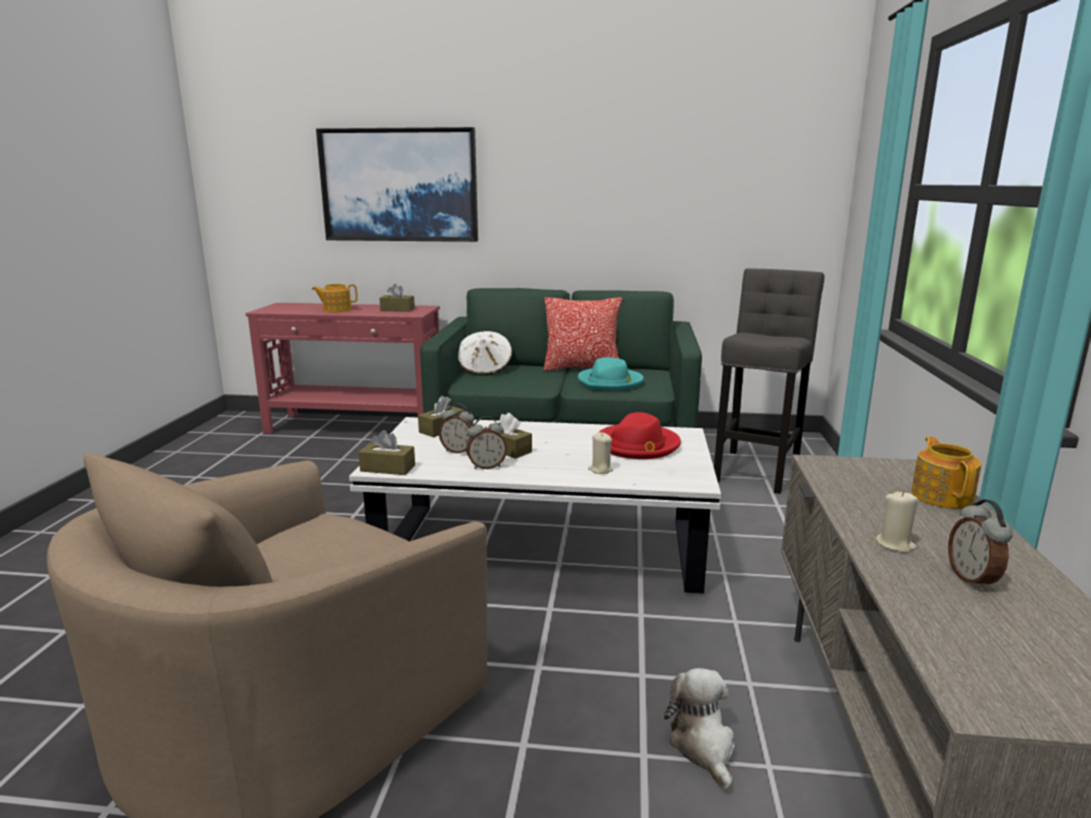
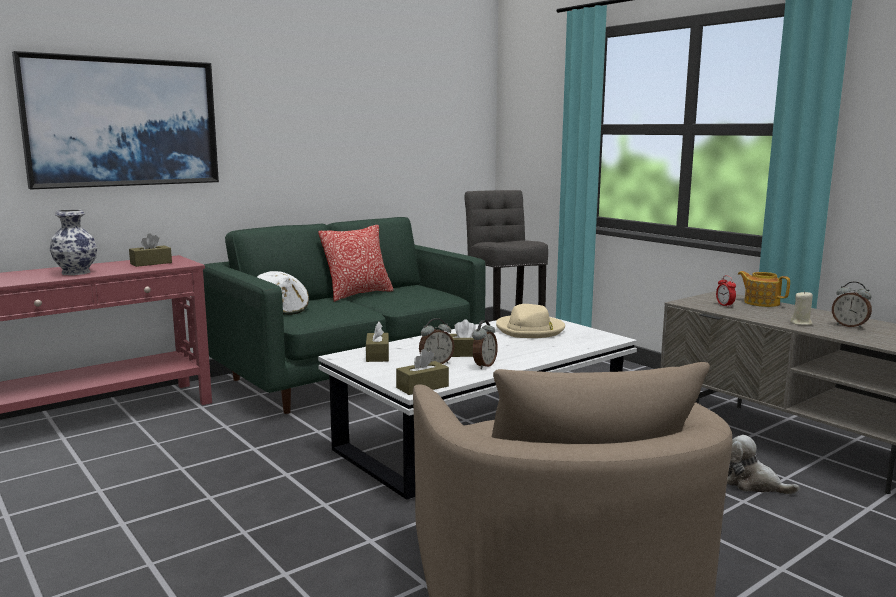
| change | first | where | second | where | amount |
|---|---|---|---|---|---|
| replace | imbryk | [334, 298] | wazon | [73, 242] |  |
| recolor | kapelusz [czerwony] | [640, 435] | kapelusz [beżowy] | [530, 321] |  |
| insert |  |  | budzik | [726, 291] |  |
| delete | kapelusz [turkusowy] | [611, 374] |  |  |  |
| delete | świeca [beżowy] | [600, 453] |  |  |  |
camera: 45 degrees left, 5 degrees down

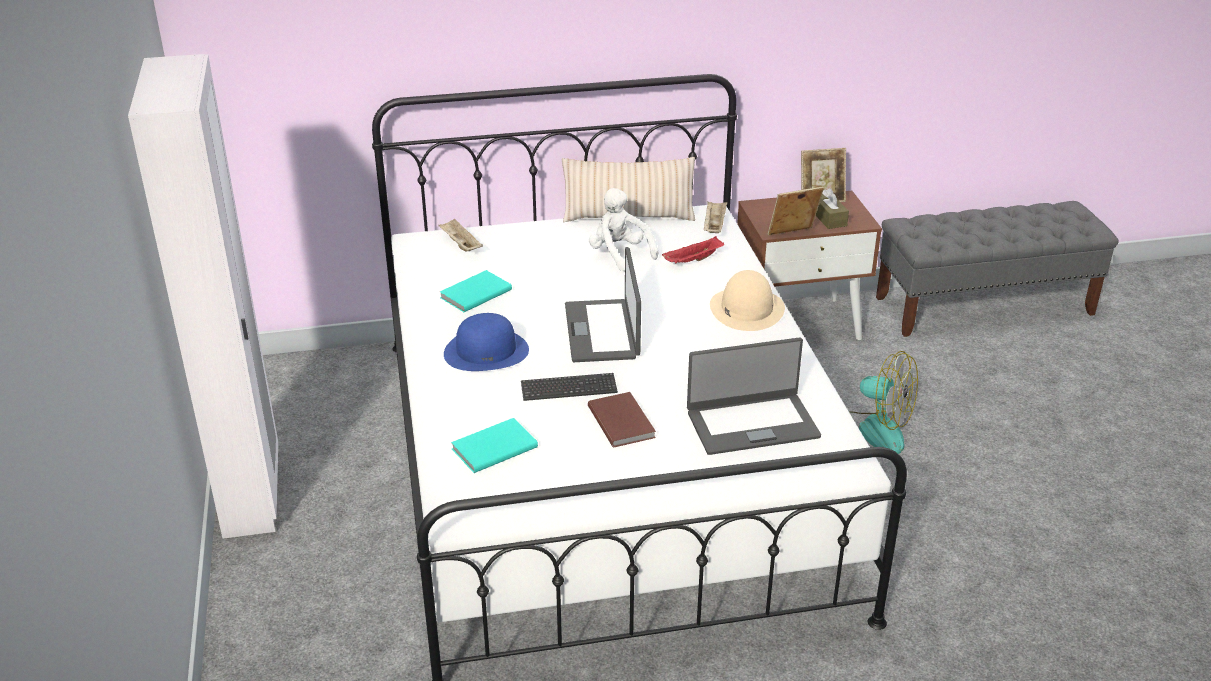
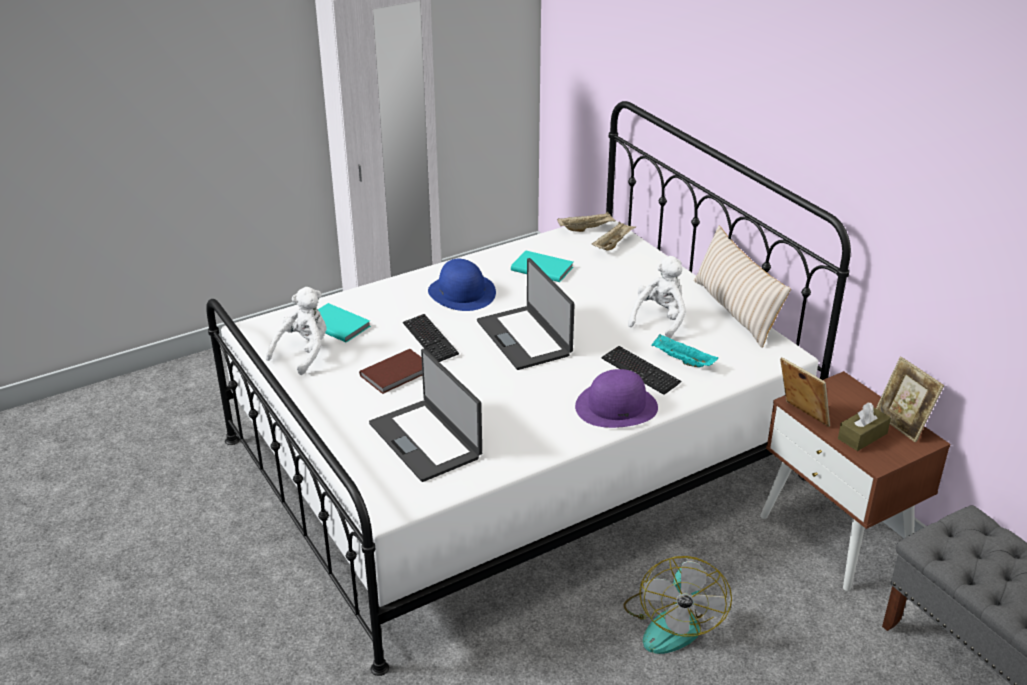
| change | first | where | second | where | amount |
|---|---|---|---|---|---|
| insert |  |  | pluszak [biały] | [296, 331] |  |
| rotate | laptop | [603, 304] |  | [526, 314] | 90 degrees counterclockwise |
| move | taca [beżowy] | [715, 217] |  | [586, 222] |  |
| recolor | kapelusz [beżowy] | [747, 300] | kapelusz [fioletowy] | [616, 398] |  |
| insert |  |  | klawiatura | [641, 370] |  |
| recolor | taca [czerwony] | [693, 249] | taca [turkusowy] | [684, 350] |  |
camera: 70 degrees right, 0 degrees up

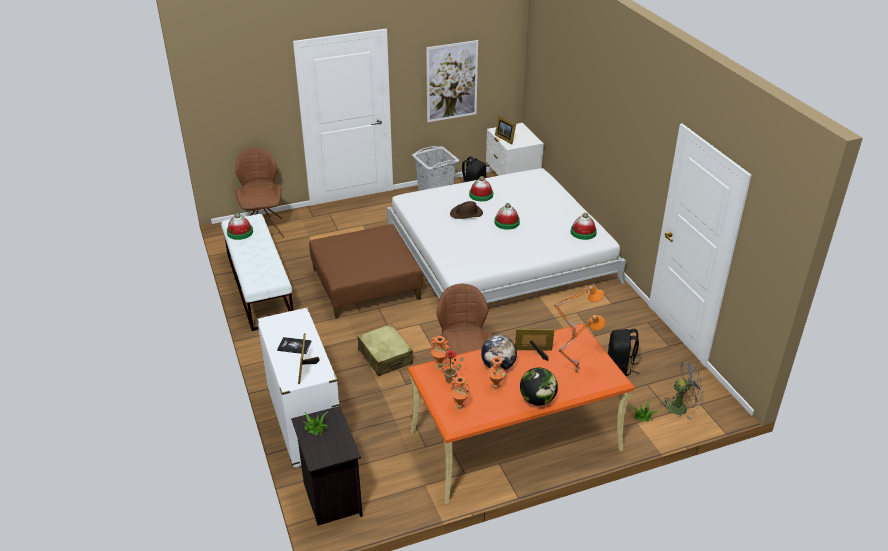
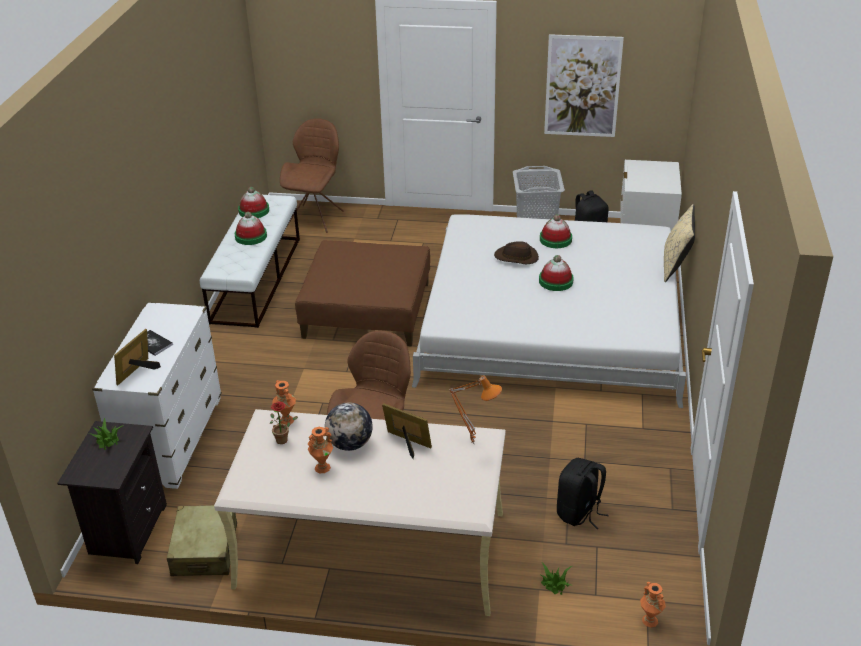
| change | first | where | second | where | amount |
|---|---|---|---|---|---|
| move | walizka [beżowy] | [385, 350] |  | [202, 540] |  |
| recolor | biurko [pomarańczowy] | [521, 413] | biurko [beżowy] | [359, 512] |  |
| move | kapelusz | [584, 226] |  | [251, 228] |  |
| move | wazon [pomarańczowy] | [460, 394] |  | [653, 605] |  |
| insert |  |  | poduszka [beżowy] | [679, 243] |  |
| delete | ramka na zdjęcie | [505, 129] |  |  |  |
| delete | globus | [539, 386] |  |  |  |
| delete | lampa stołowa [pomarańczowy] | [581, 344] |  |  |  |
| delete | wentylator [szary] | [682, 390] |  |  |  |
camera: 30 degrees right, 0 degrees up

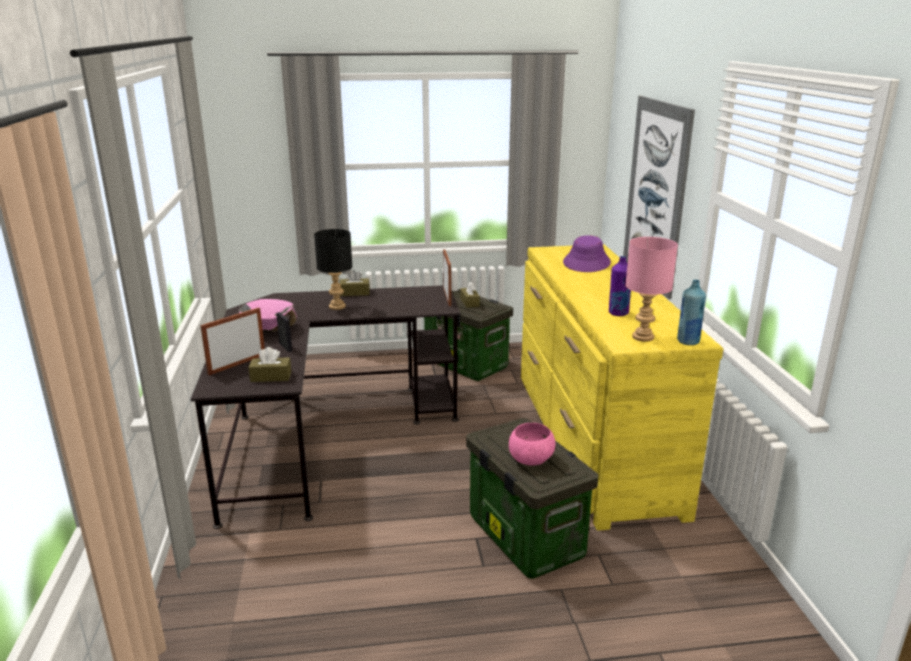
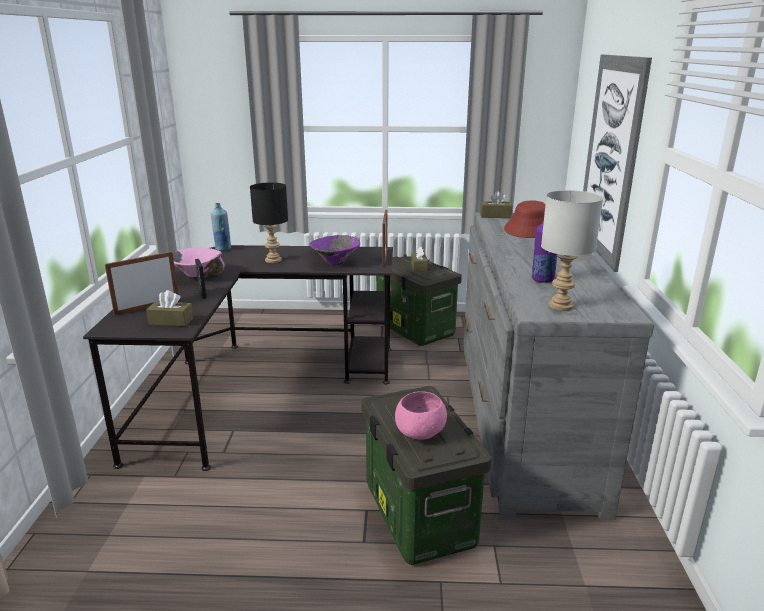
| change | first | where | second | where | amount |
|---|---|---|---|---|---|
| move | butelka [niebieski] | [691, 312] |  | [221, 227] |  |
| insert |  |  | miska [fioletowy] | [334, 250] |  |
| recolor | komoda [żółty] | [622, 387] | komoda [szary] | [558, 366] |  |
| move | pudełko chusteczek [brązowy] | [354, 283] |  | [496, 204] |  |
| recolor | kapelusz [fioletowy] | [587, 253] | kapelusz [czerwony] | [524, 219] |  |
| recolor | lampa stołowa [różowy] | [651, 289] | lampa stołowa [szary] | [572, 250] |  |
camera: 10 degrees right, 0 degrees up

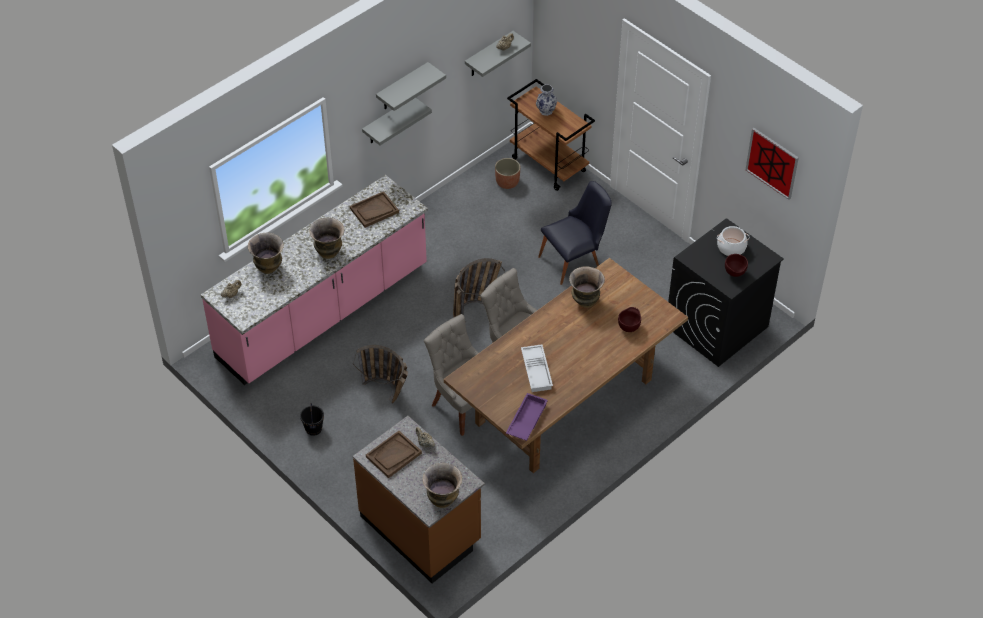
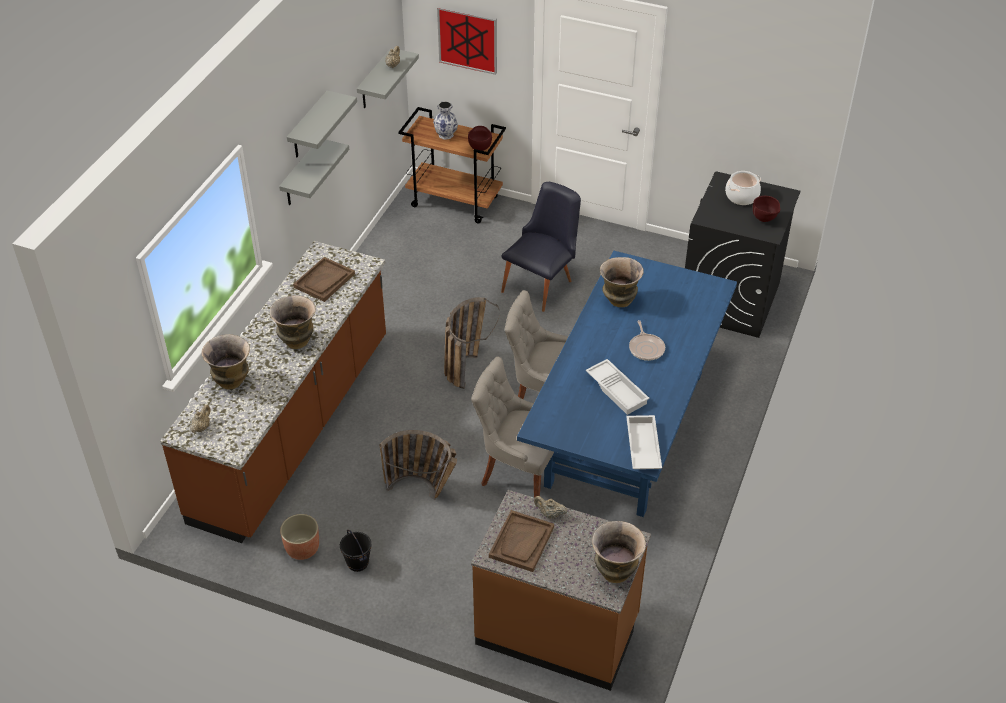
| change | first | where | second | where | amount |
|---|---|---|---|---|---|
| recolor | zabudowa kuchenna [różowy] | [314, 280] | zabudowa kuchenna [brązowy] | [273, 392] |  |
| move | donica | [507, 173] |  | [299, 537] |  |
| move | obraz | [772, 164] |  | [467, 40] |  |
| move | miska [brązowy] | [629, 319] |  | [480, 138] |  |
| recolor | stół jadalny [brązowy] | [566, 365] | stół jadalny [niebieski] | [627, 384] |  |
| recolor | taca [fioletowy] | [527, 417] | taca [biały] | [644, 442] |  |
| insert |  |  | patelnia | [647, 340] |  |
camera: 25 degrees left, 5 degrees down

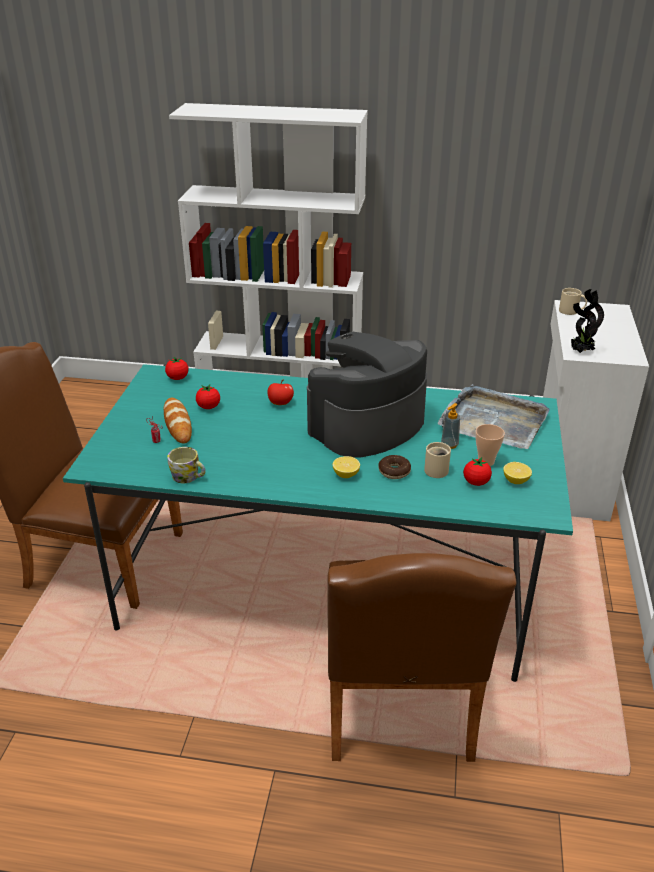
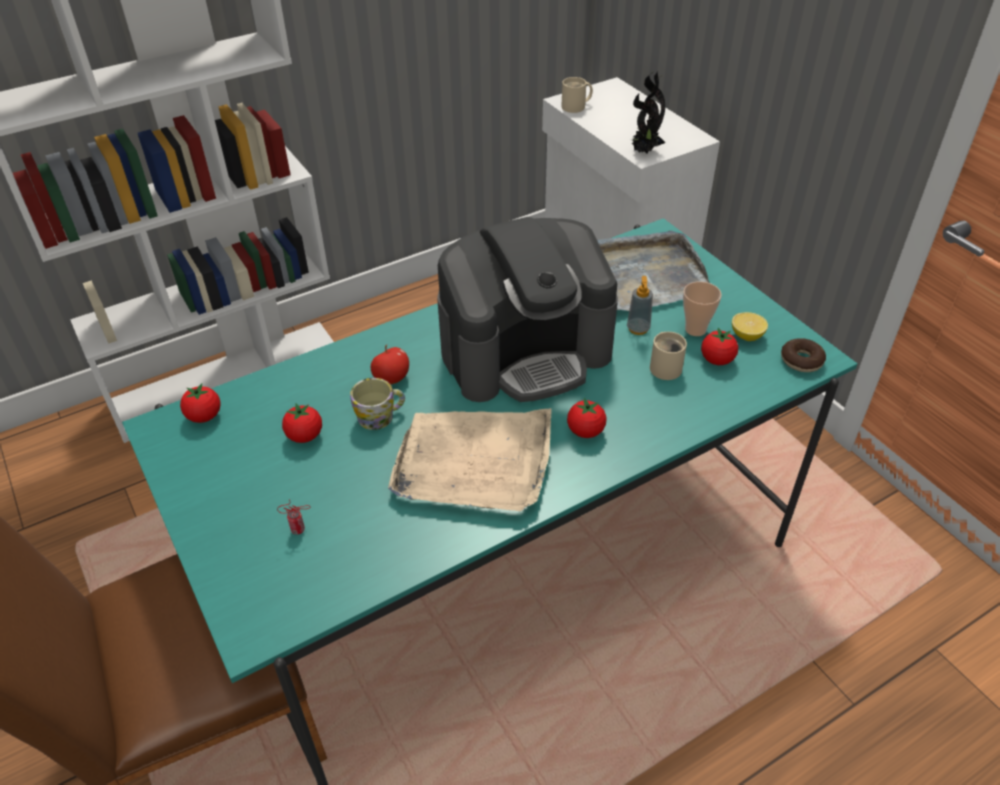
| change | first | where | second | where | amount |
|---|---|---|---|---|---|
| move | kubek | [186, 465] |  | [377, 404] |  |
| insert |  |  | taca [beżowy] | [470, 459] |  |
| rotate | ekspres do kawy | [367, 395] |  | [527, 309] | 120 degrees counterclockwise |
| replace | cytryna | [346, 467] | pomidor | [586, 418] |  |
| move | donut | [394, 467] |  | [803, 355] |  |
| delete | chleb | [178, 421] |  |  |  |
| delete | krzesło [brązowy] | [421, 657] |  |  |  |
camera: 40 degrees left, 10 degrees up

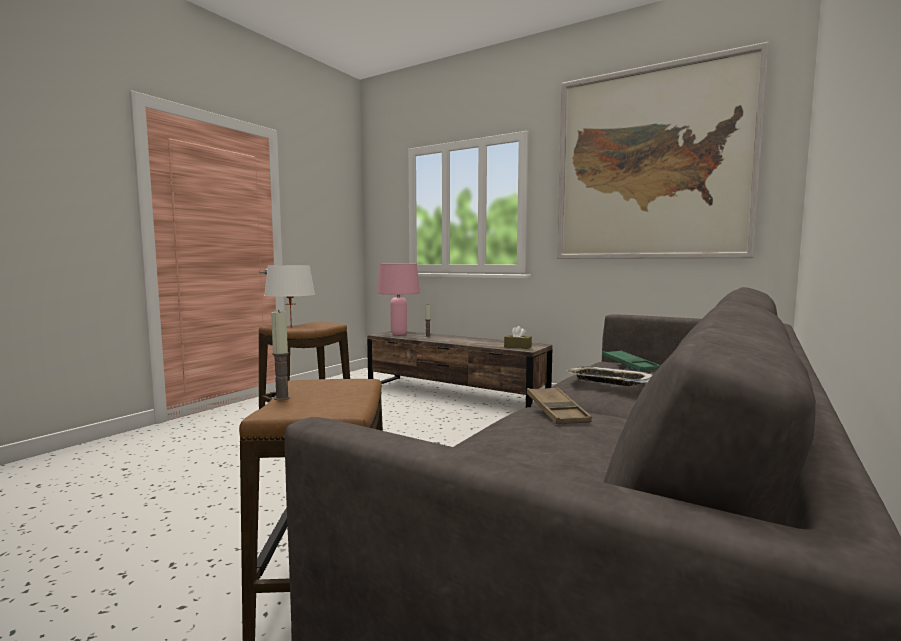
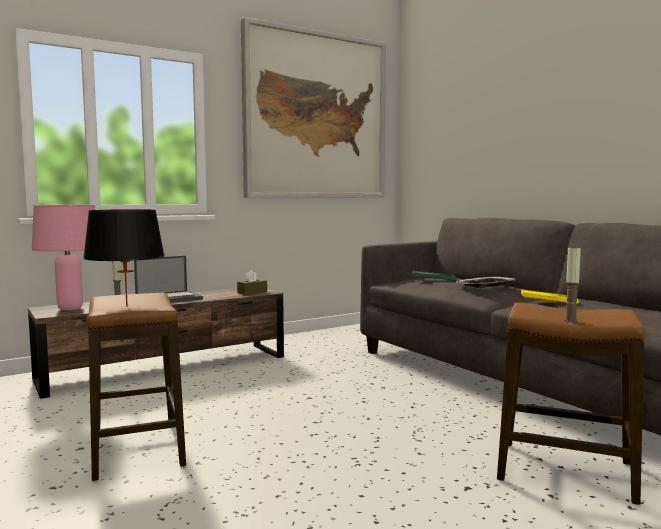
| change | first | where | second | where | amount |
|---|---|---|---|---|---|
| recolor | lampa stołowa [biały] | [289, 296] | lampa stołowa [czarny] | [124, 258] |  |
| insert |  |  | laptop | [168, 279] |  |
| recolor | taca [brązowy] | [559, 405] | taca [żółty] | [550, 296] |  |
camera: 65 degrees left, 0 degrees up

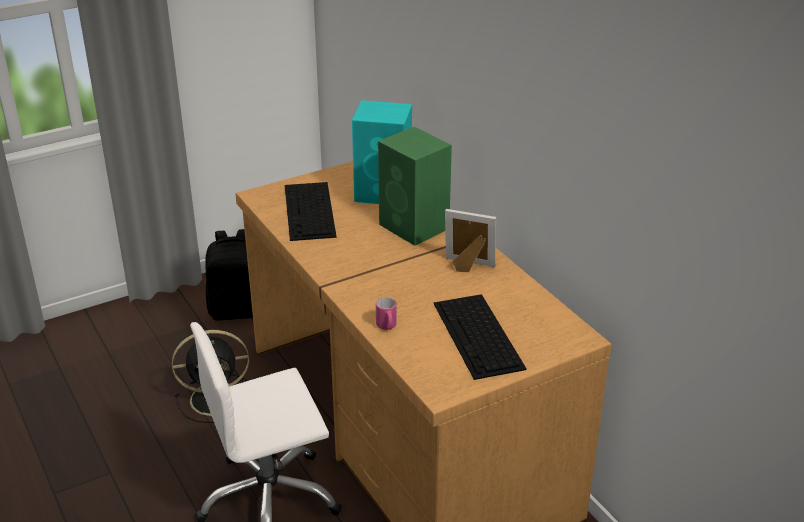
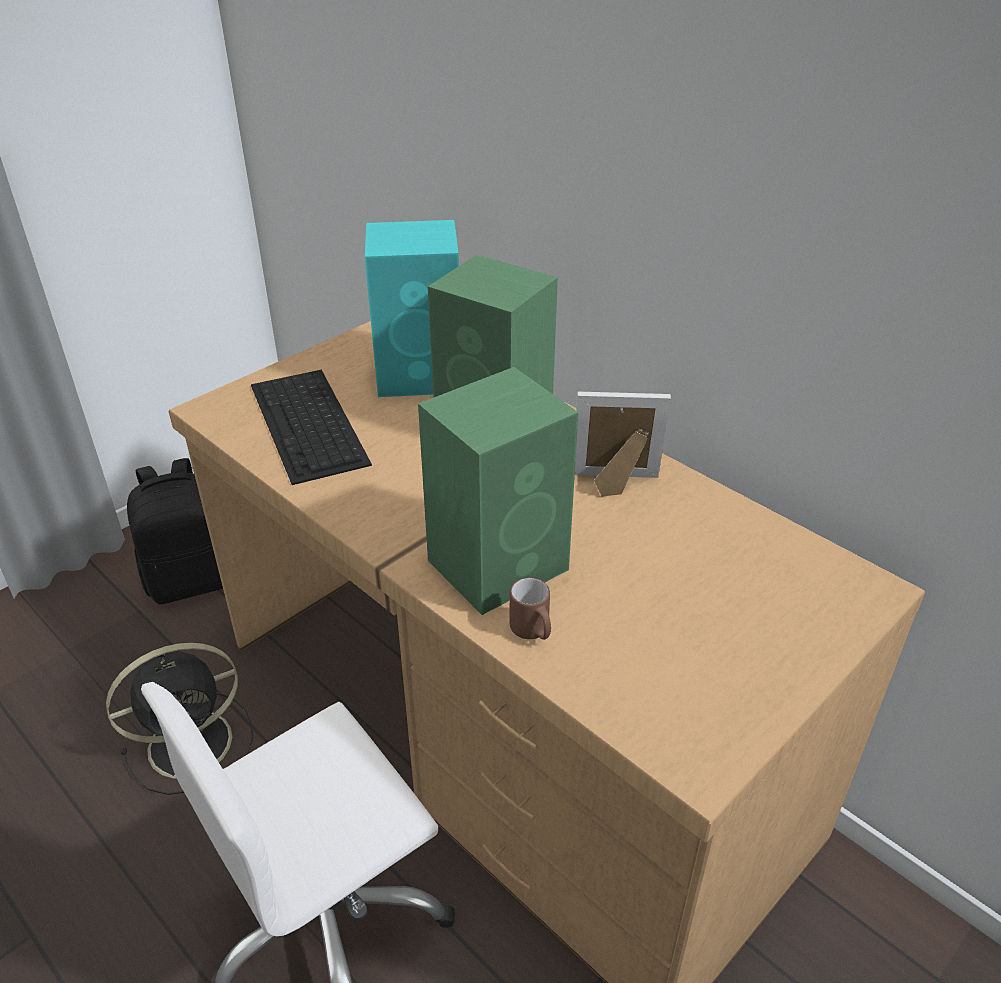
| change | first | where | second | where | amount |
|---|---|---|---|---|---|
| insert |  |  | głośnik [zielony] | [498, 491] |  |
| recolor | kubek [różowy] | [386, 313] | kubek [brązowy] | [530, 609] |  |
| delete | klawiatura | [480, 337] |  |  |  |
camera: 15 degrees left, 5 degrees up

